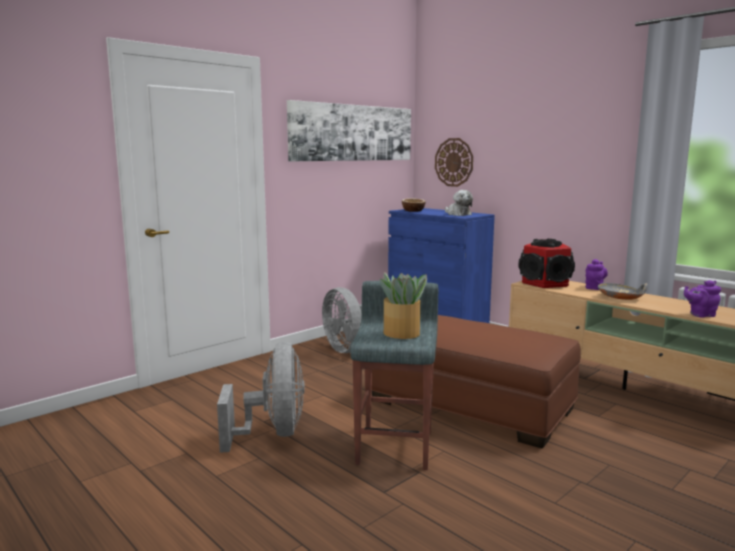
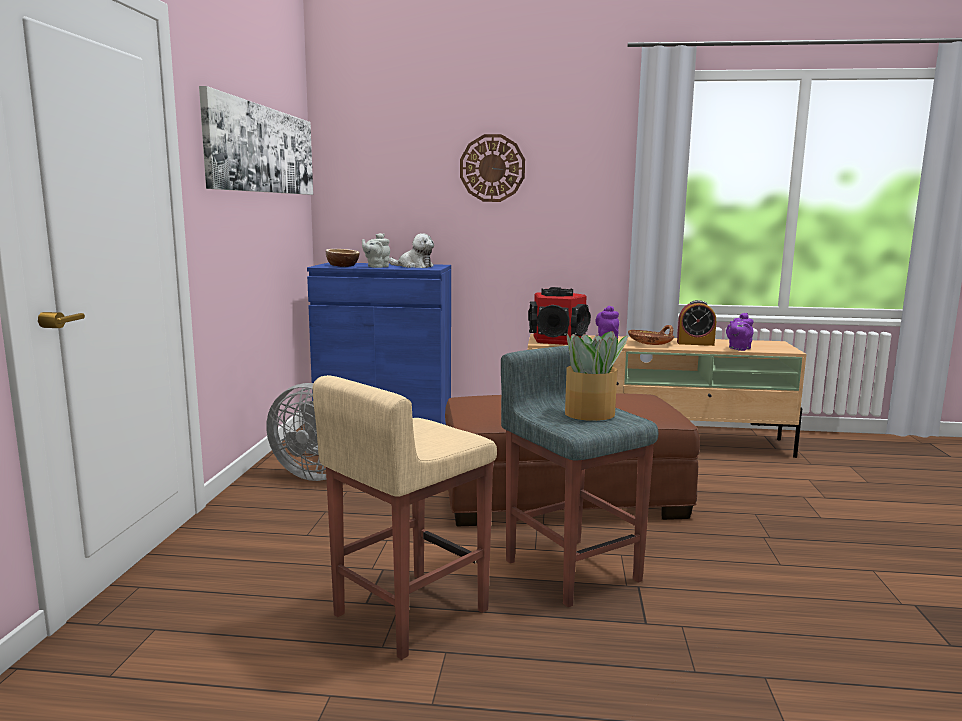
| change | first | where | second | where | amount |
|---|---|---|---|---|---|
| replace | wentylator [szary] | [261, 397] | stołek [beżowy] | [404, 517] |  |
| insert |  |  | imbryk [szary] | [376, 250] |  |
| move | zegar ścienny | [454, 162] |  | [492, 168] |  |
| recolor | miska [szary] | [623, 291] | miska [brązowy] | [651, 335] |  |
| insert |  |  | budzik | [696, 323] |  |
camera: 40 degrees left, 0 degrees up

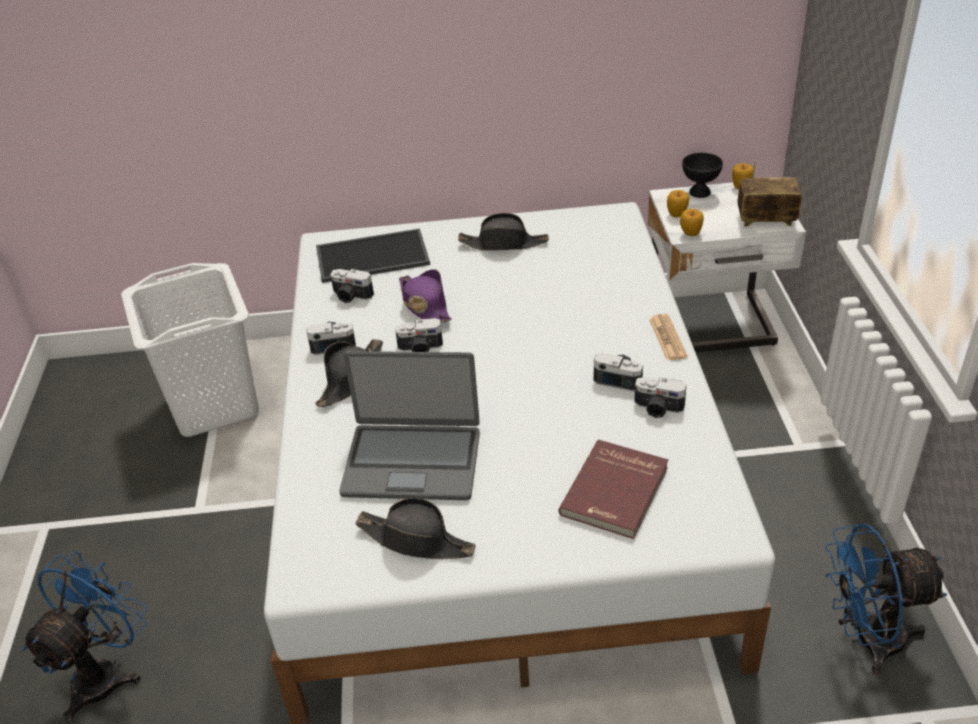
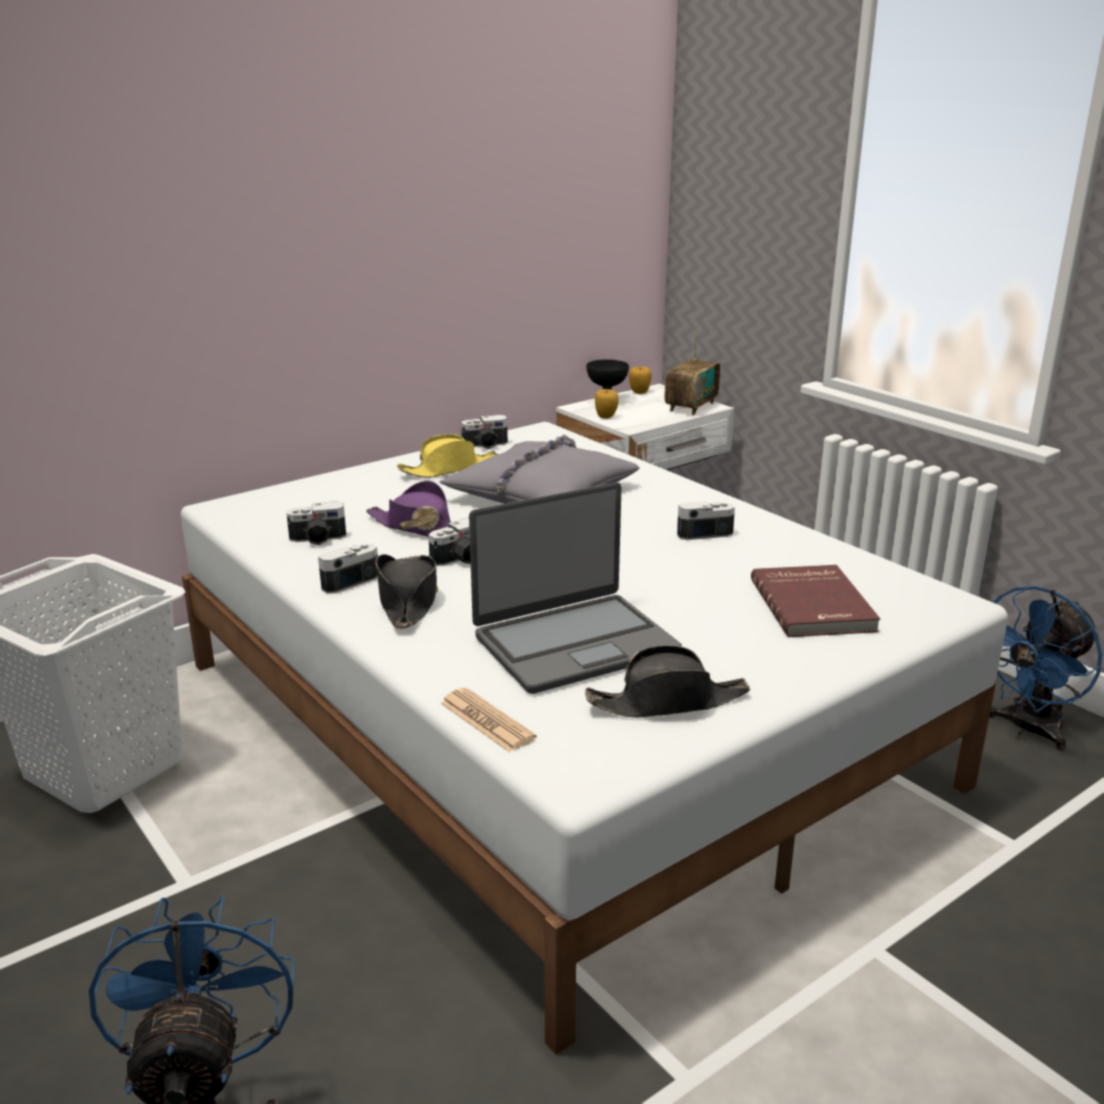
| change | first | where | second | where | amount |
|---|---|---|---|---|---|
| recolor | kapelusz [czarny] | [503, 232] | kapelusz [żółty] | [447, 456] |  |
| insert |  |  | poduszka [szary] | [540, 469] |  |
| move | gazeta | [668, 337] |  | [488, 720] |  |
| move | aparat fotograficzny | [660, 397] |  | [484, 432] |  |
| rotate | radio | [769, 193] |  | [692, 371] | 150 degrees clockwise |
| delete | taca | [373, 255] |  |  |  |
| delete | jabłko | [692, 222] |  |  |  |
camera: 35 degrees left, 15 degrees down

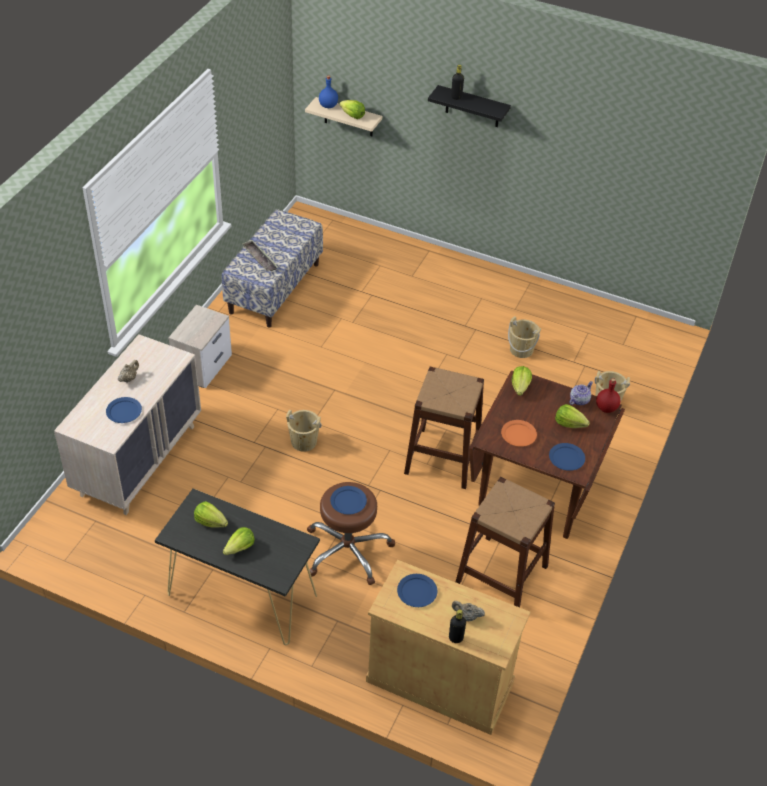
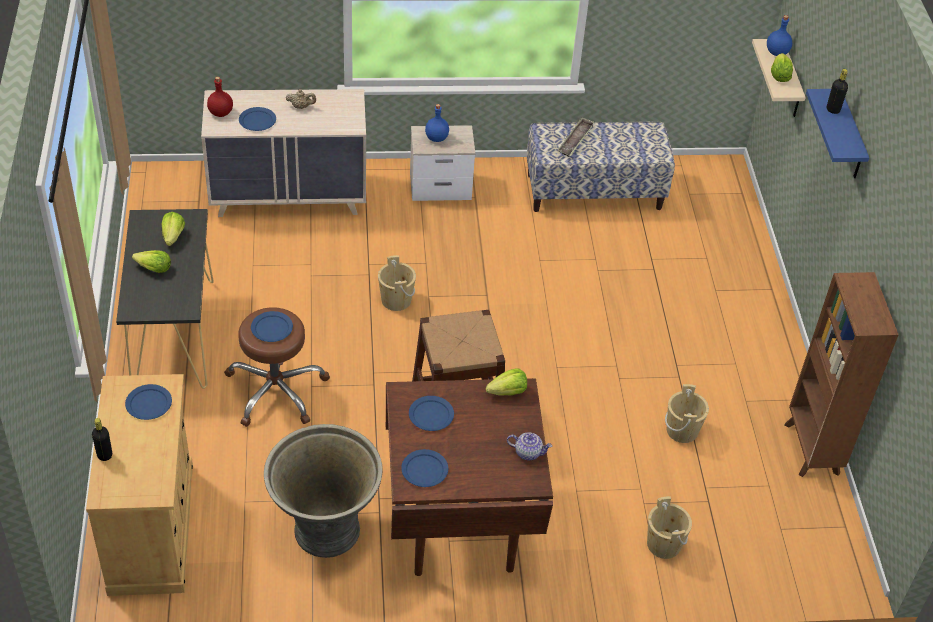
| change | first | where | second | where | amount |
|---|---|---|---|---|---|
| move | butelka [czerwony] | [608, 395] |  | [220, 97] |  |
| replace | stołek [brązowy] | [505, 542] | donica [szary] | [323, 491] |  |
| recolor | talerz [pomarańczowy] | [519, 433] | talerz [niebieski] | [431, 413] |  |
| insert |  |  | butelka [niebieski] | [437, 123] |  |
| insert |  |  | regał [brązowy] | [841, 374] |  |
| recolor | półka [czarny] | [469, 106] | półka [niebieski] | [837, 133] |  |
| delete | imbryk [beżowy] | [468, 611] |  |  |  |
| delete | sałata | [572, 416] |  |  |  |
camera: 60 degrees right, 0 degrees up

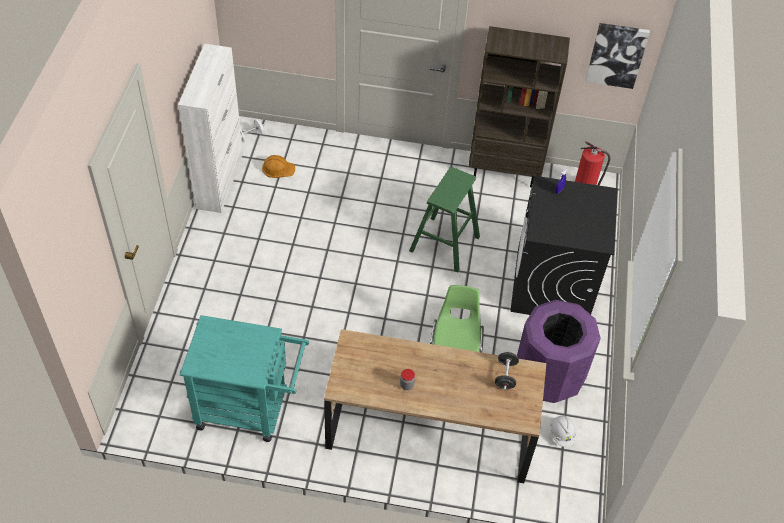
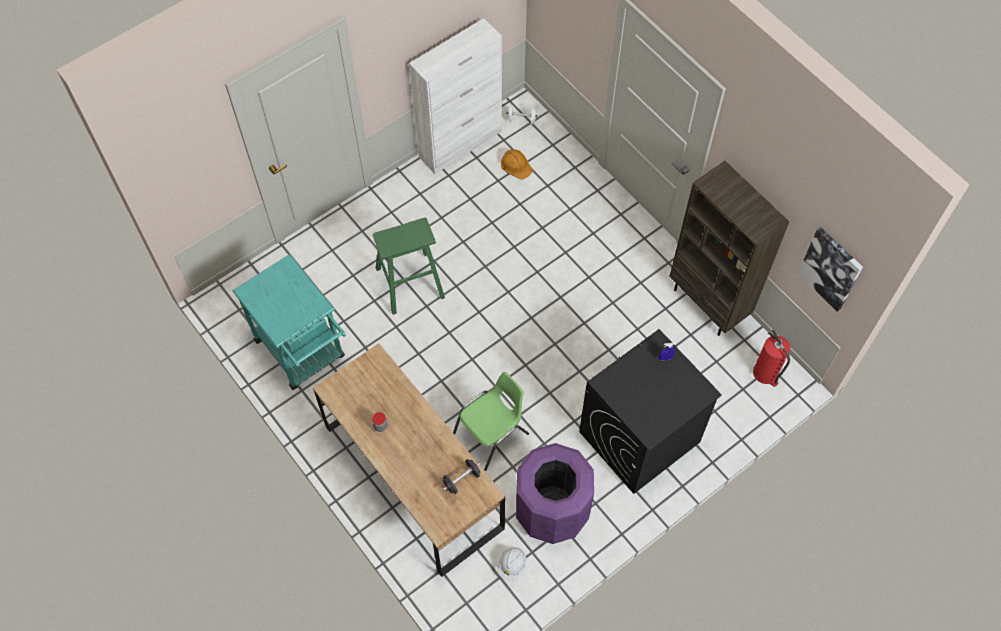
| change | first | where | second | where | amount |
|---|---|---|---|---|---|
| move | stołek [zielony] | [444, 220] |  | [408, 266] |  |
camera: 45 degrees right, 10 degrees up

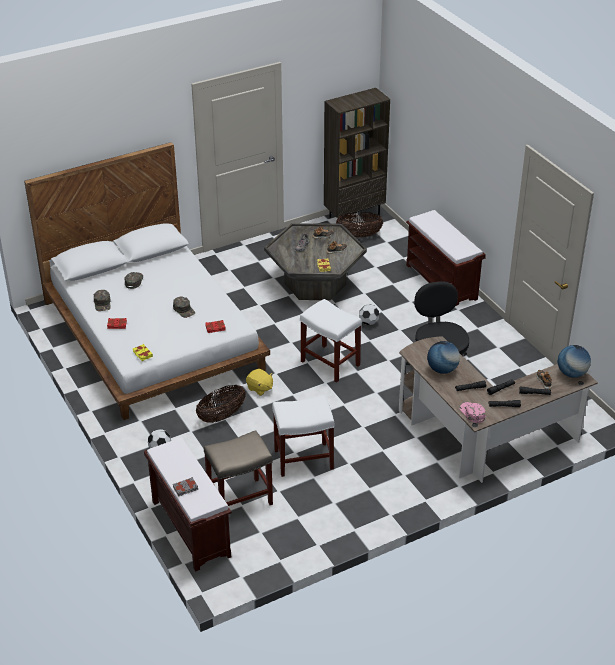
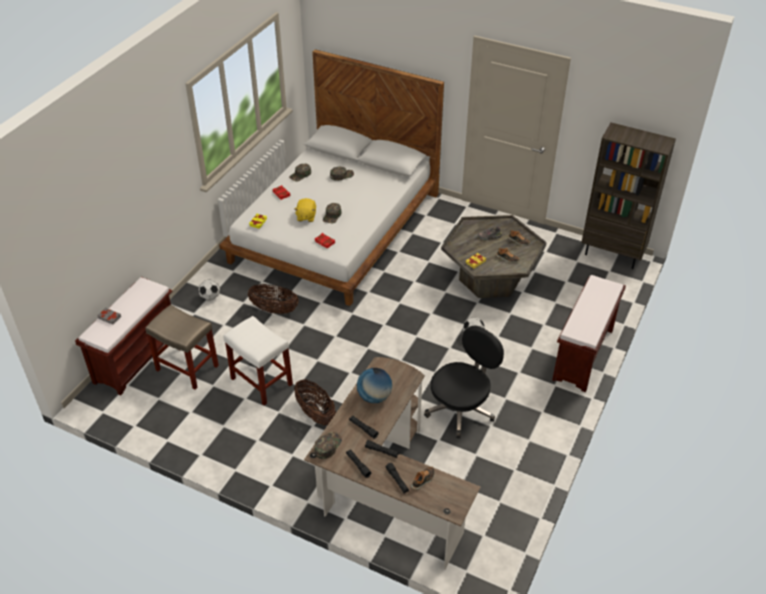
| change | first | where | second | where | amount |
|---|---|---|---|---|---|
| move | pluszak [żółty] | [259, 382] |  | [305, 210] |  |
| move | koszyk | [359, 225] |  | [315, 402] |  |
| recolor | czapka z daszkiem [różowy] | [472, 412] | czapka z daszkiem [zielony] | [328, 445] |  |
| delete | stołek [biały] | [331, 341] |  |  |  |
| delete | globus | [574, 361] |  |  |  |
camera: 55 degrees right, 5 degrees up

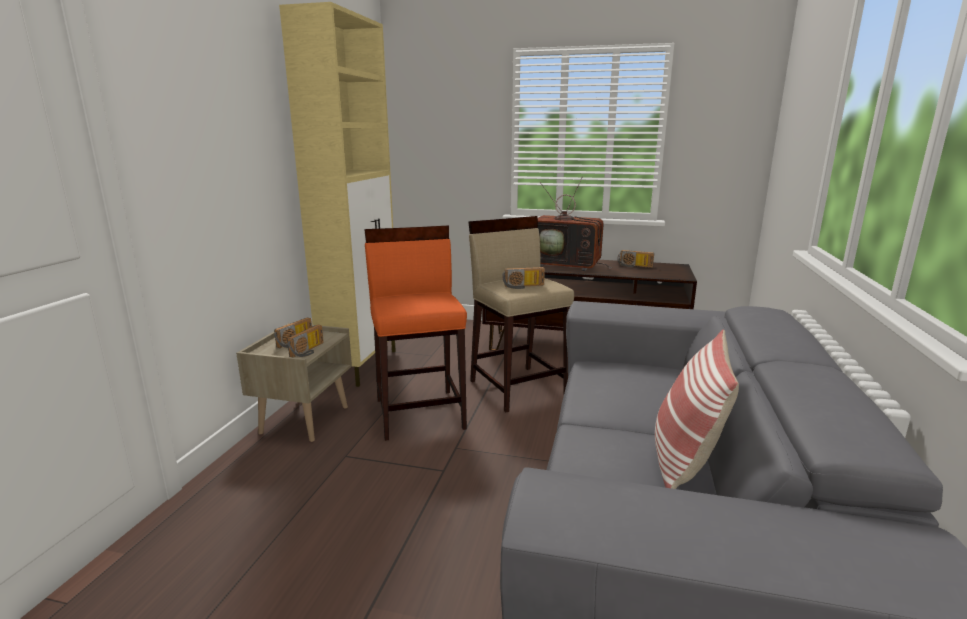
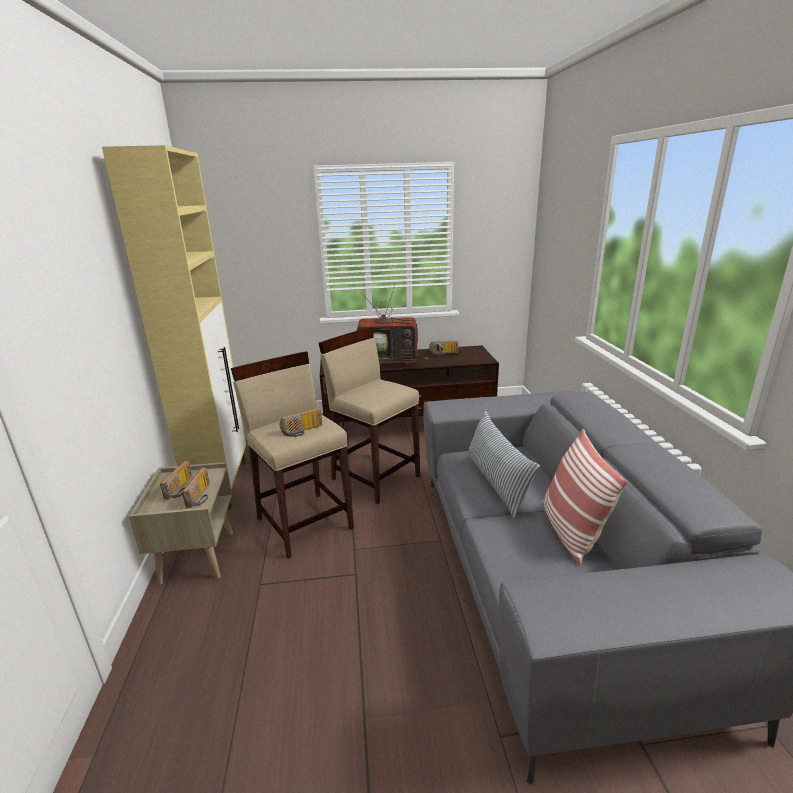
| change | first | where | second | where | amount |
|---|---|---|---|---|---|
| recolor | stołek [pomarańczowy] | [415, 333] | stołek [beżowy] | [292, 455] |  |
| move | radio | [523, 278] |  | [300, 422] |  |
| insert |  |  | poduszka | [503, 465] |  |
camera: 20 degrees left, 5 degrees up

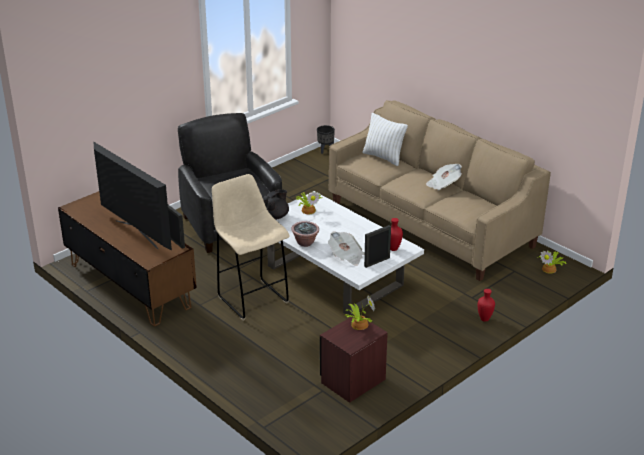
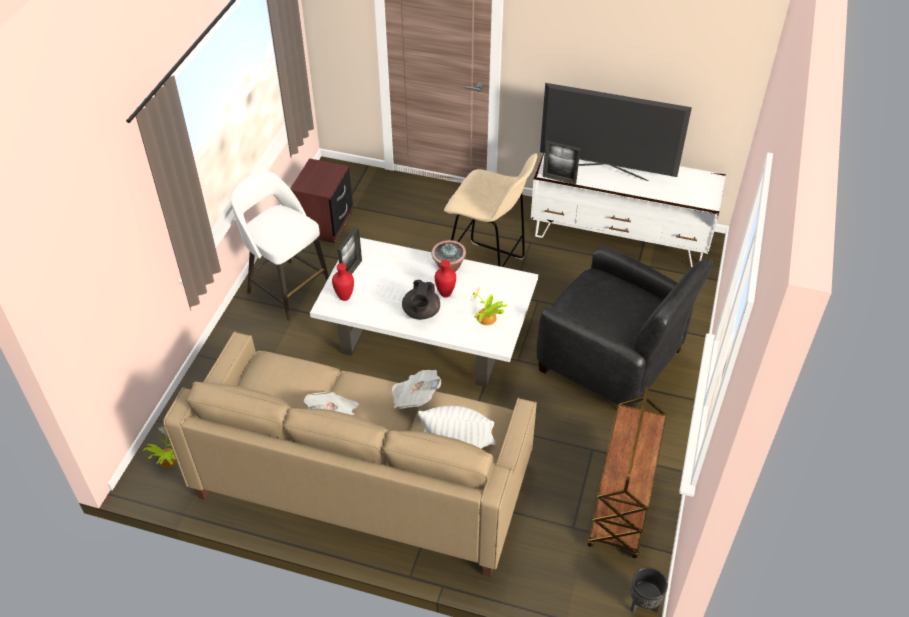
| change | first | where | second | where | amount |
|---|---|---|---|---|---|
| insert |  |  | stołek [biały] | [280, 246] |  |
| move | gazeta | [346, 248] |  | [416, 389] |  |
| move | imbryk [czarny] | [276, 204] |  | [421, 300] |  |
| move | wazon [czerwony] | [486, 305] |  | [445, 279] |  |
| recolor | szafka pod telewizor [brązowy] | [127, 258] | szafka pod telewizor [biały] | [628, 210] |  |
| insert |  |  | wózek [brązowy] | [627, 472] |  |
| delete | roślina doniczkowa | [360, 312] |  |  |  |
camera: 150 degrees right, 15 degrees up

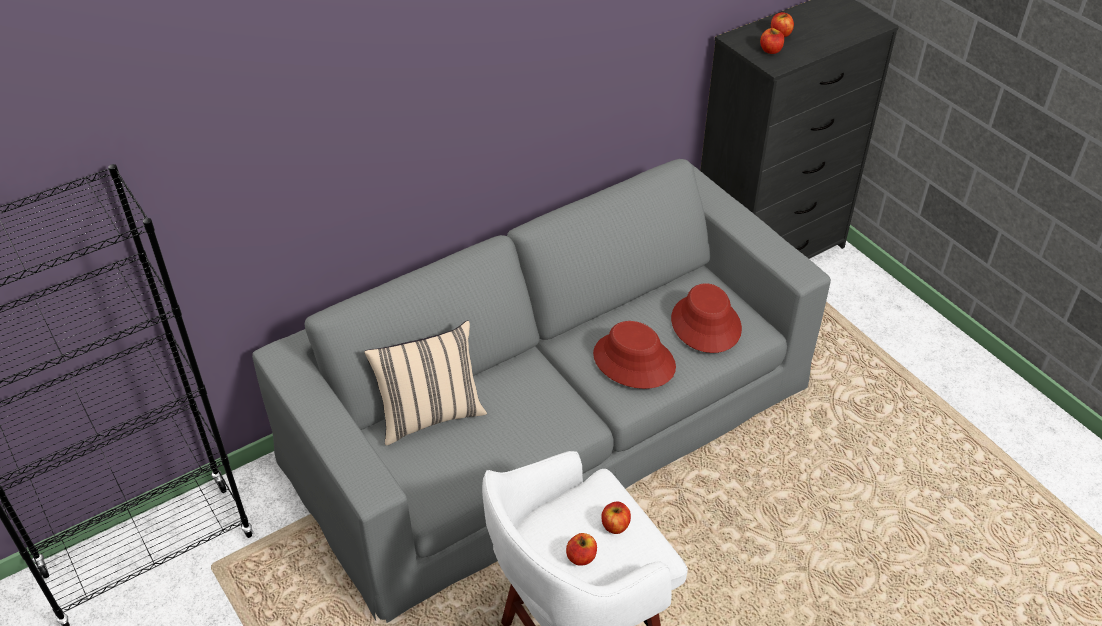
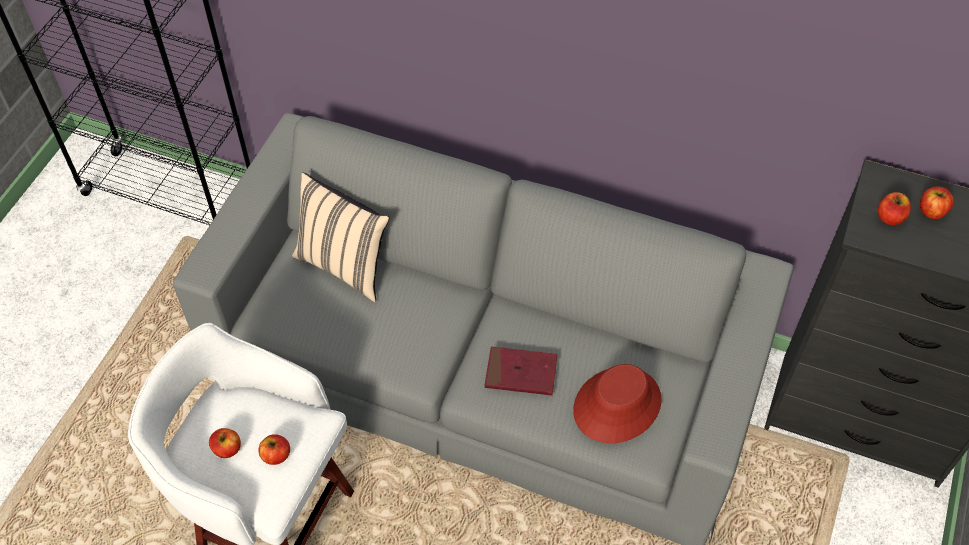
| change | first | where | second | where | amount |
|---|---|---|---|---|---|
| replace | kapelusz [czerwony] | [634, 355] | książka [czerwony] | [521, 370] |  |
camera: 55 degrees right, 10 degrees up

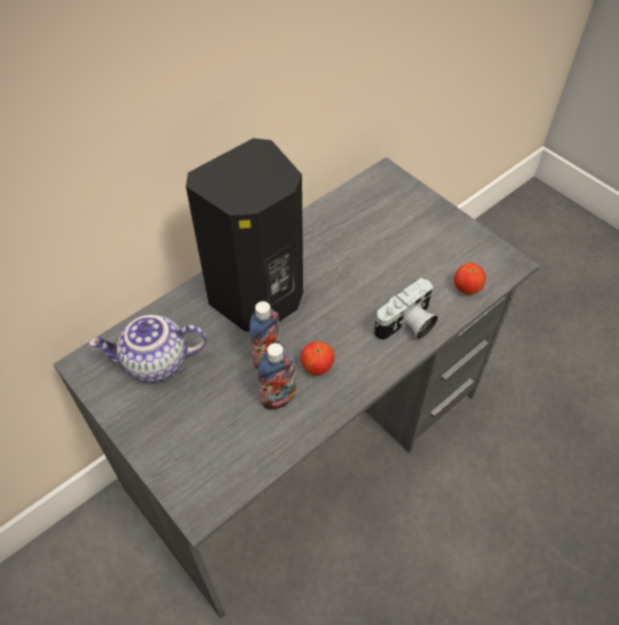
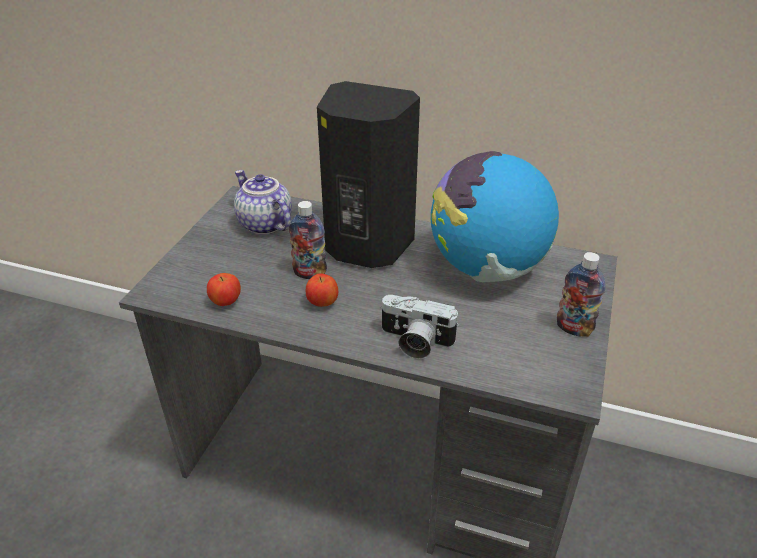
| change | first | where | second | where | amount |
|---|---|---|---|---|---|
| move | jabłko | [470, 278] |  | [224, 289] |  |
| insert |  |  | globus | [495, 216] |  |
| move | butelka | [277, 376] |  | [581, 294] |  |
camera: 60 degrees right, 15 degrees down

